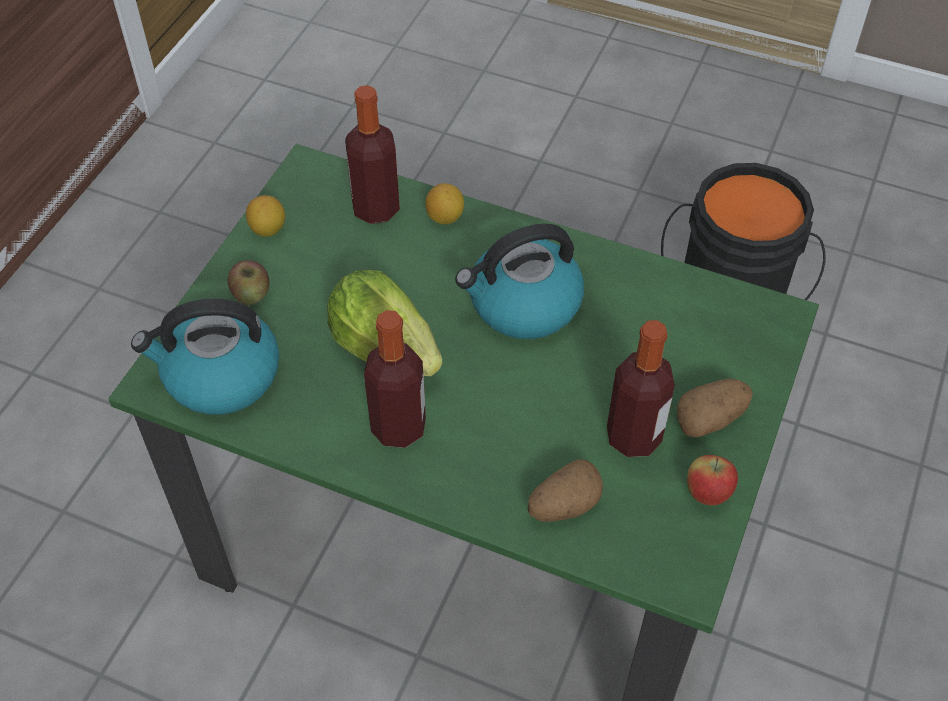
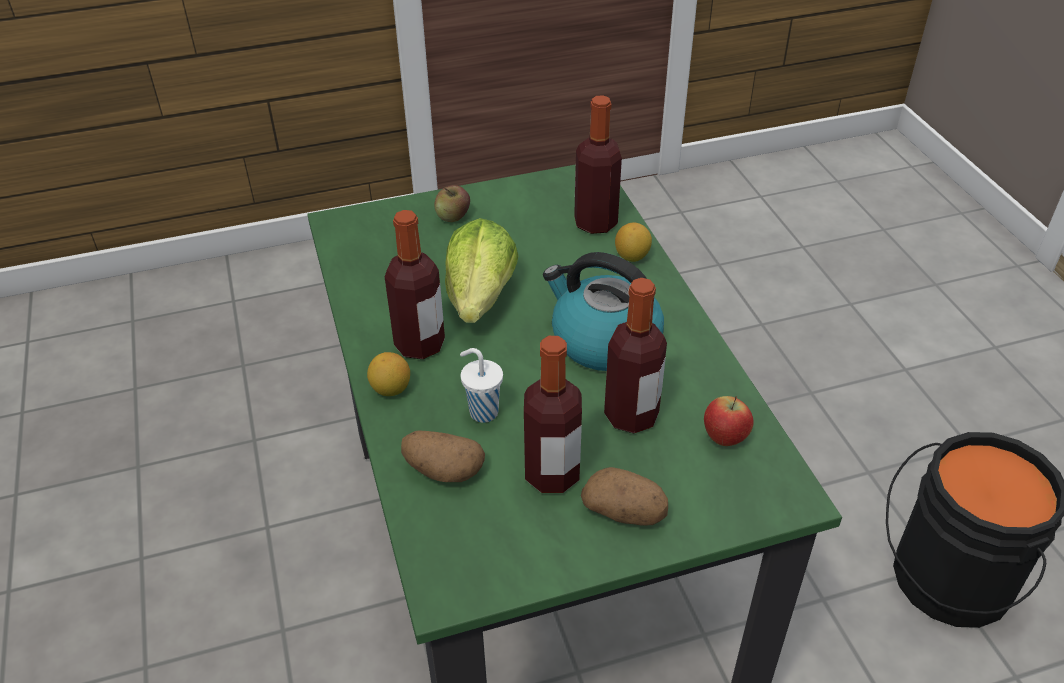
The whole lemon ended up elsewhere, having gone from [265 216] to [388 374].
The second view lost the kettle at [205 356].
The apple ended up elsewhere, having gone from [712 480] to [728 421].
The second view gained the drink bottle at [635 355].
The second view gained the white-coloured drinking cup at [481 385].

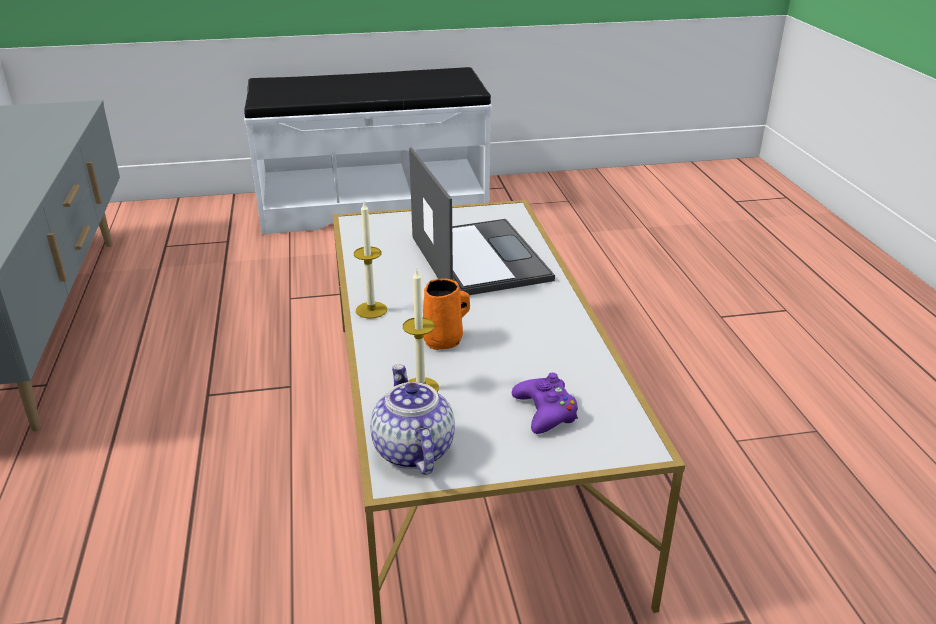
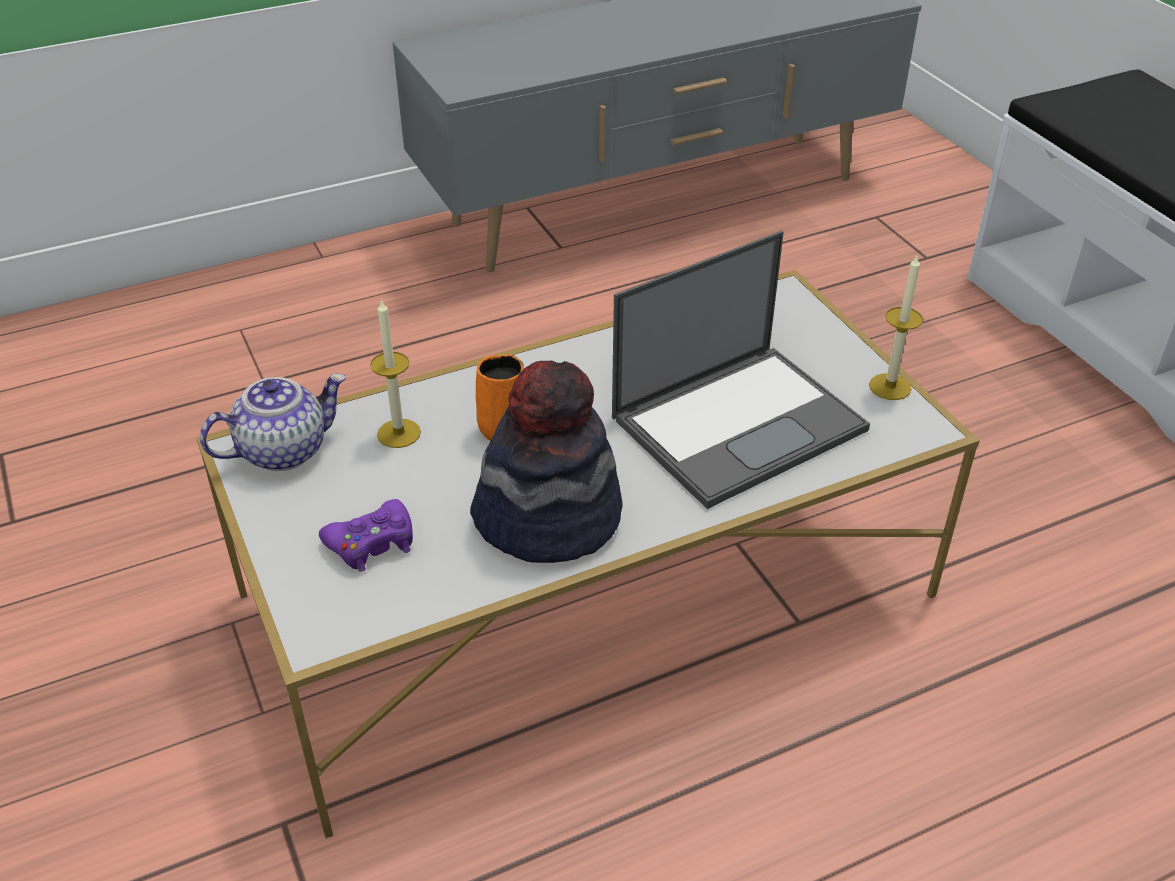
The candle ended up elsewhere, having gone from [370 260] to [896 328].
The second view gained the hat at [546 462].

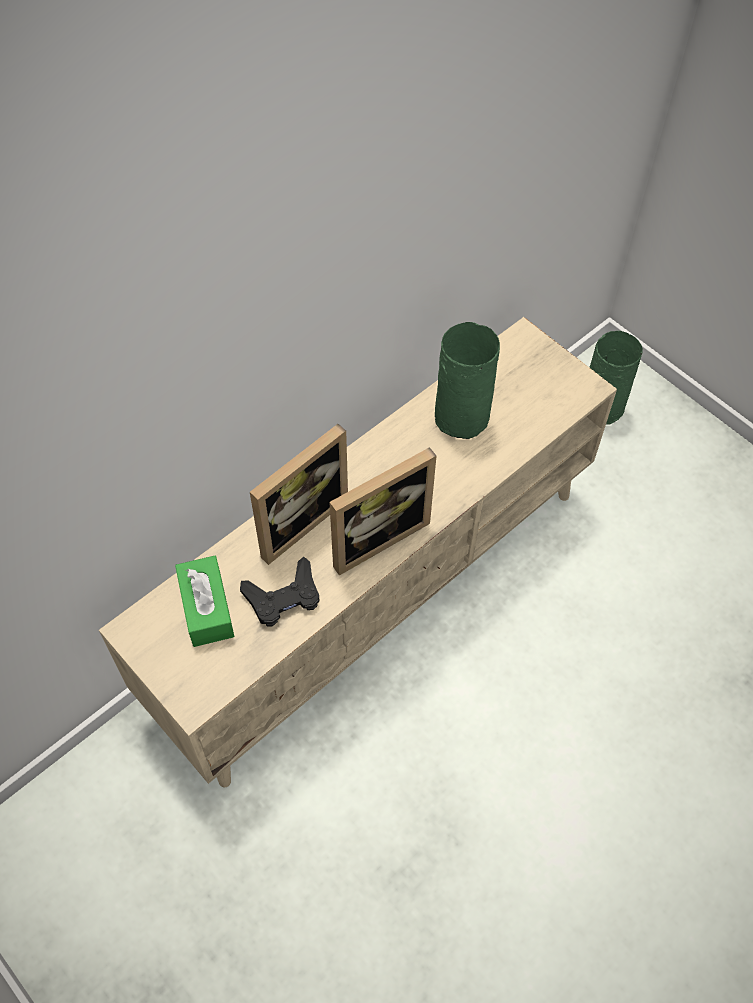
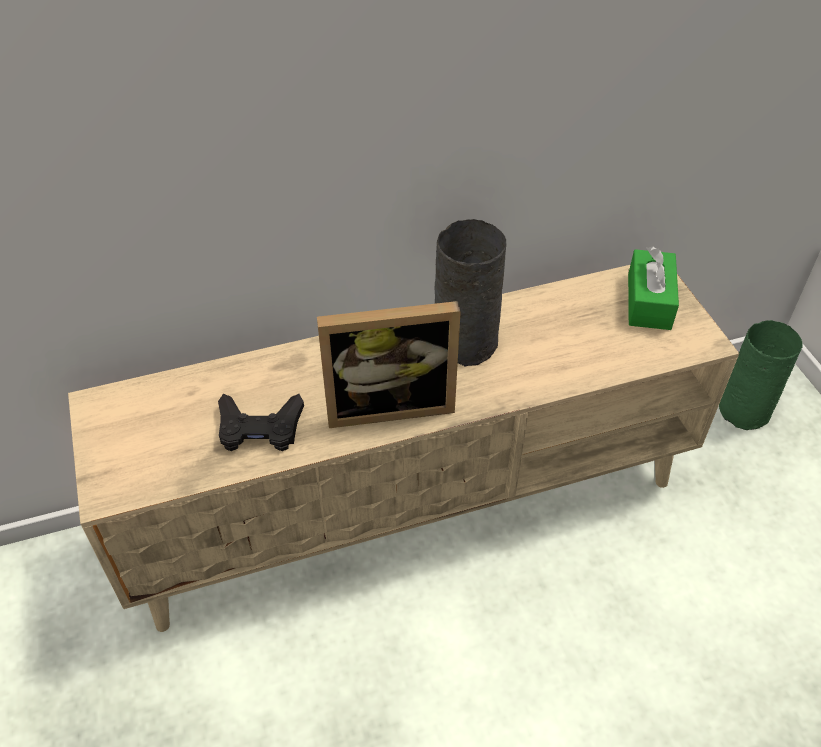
The second view lost the greenish flower vase at [467 380].
The second view lost the standing frame at [299 494].
The greenish box of tissues ended up elsewhere, having gone from [204 601] to [653 288].
The second view gained the gray flower vase at [471 292].

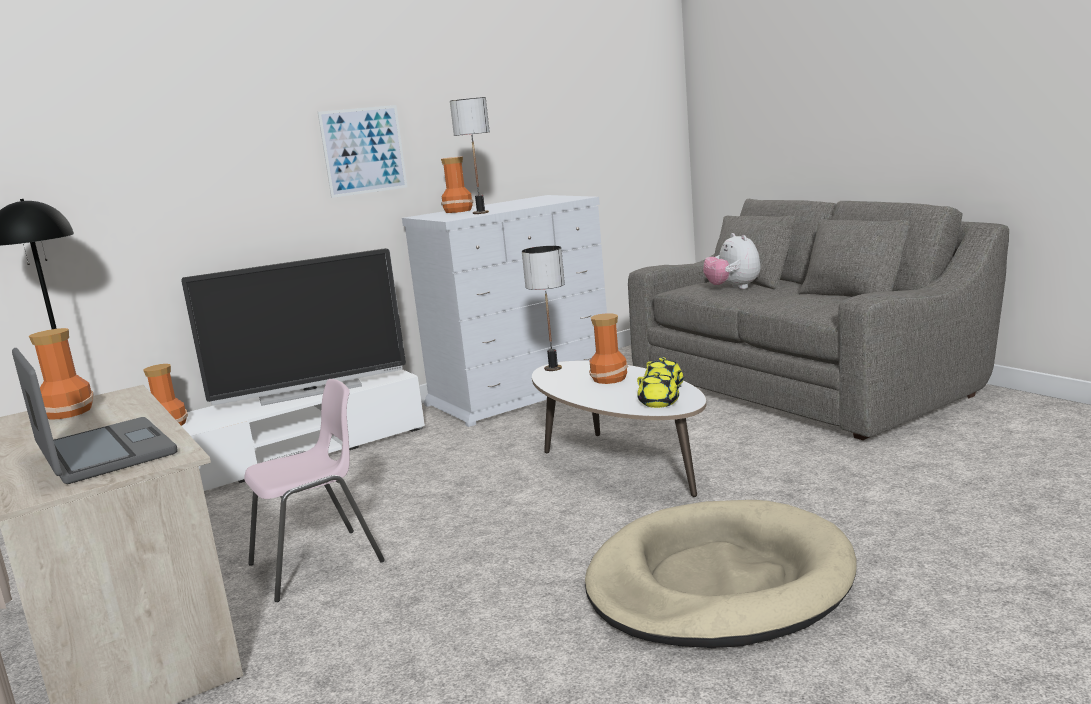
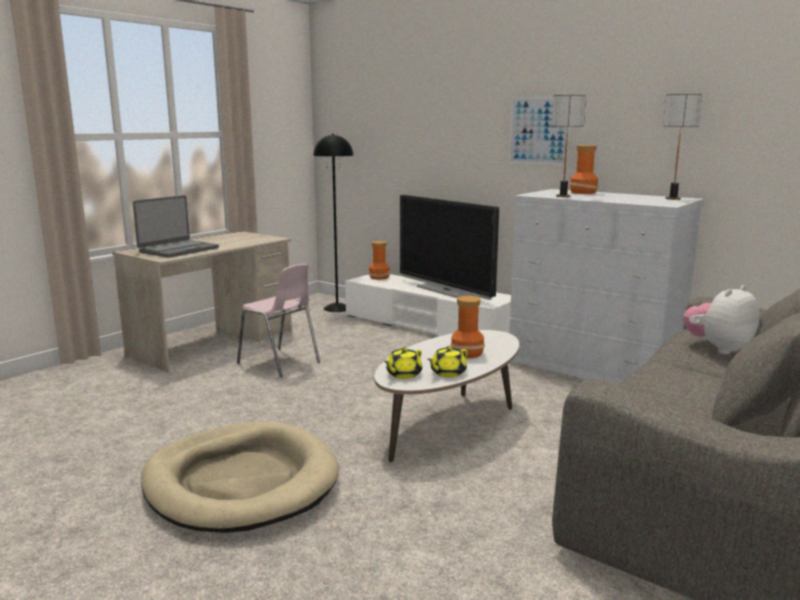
The table lamp ended up elsewhere, having gone from [543 308] to [682 147].
The second view lost the flower vase at [61 374].

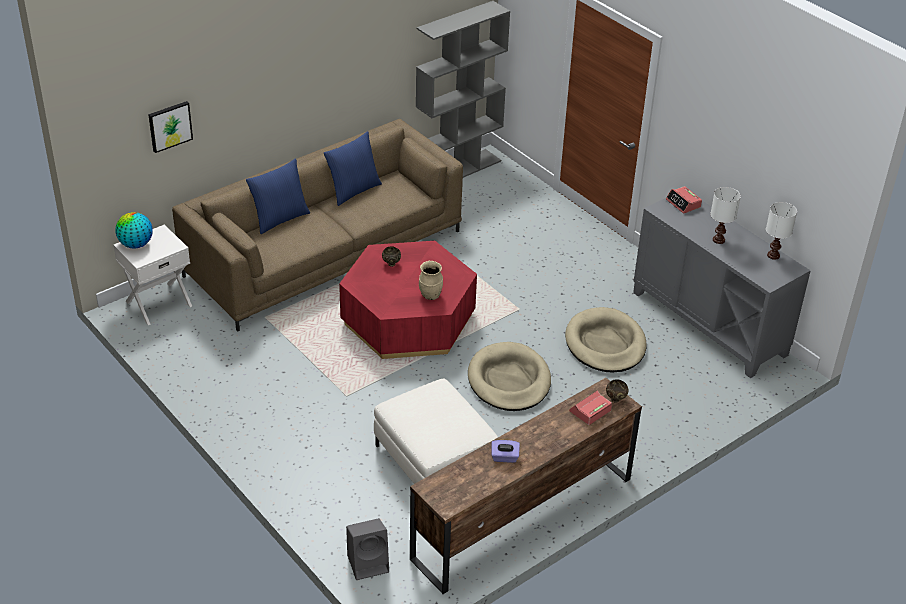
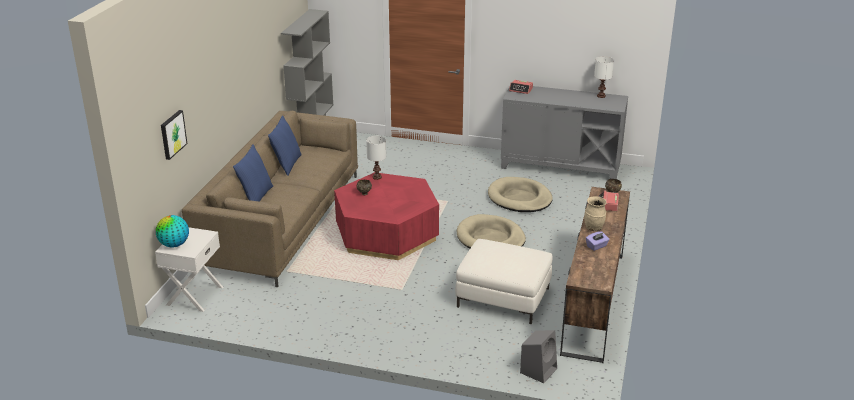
The white-coloured table lamp ended up elsewhere, having gone from [725 215] to [376 158].
The beige flower vase ended up elsewhere, having gone from [431 280] to [595 213].

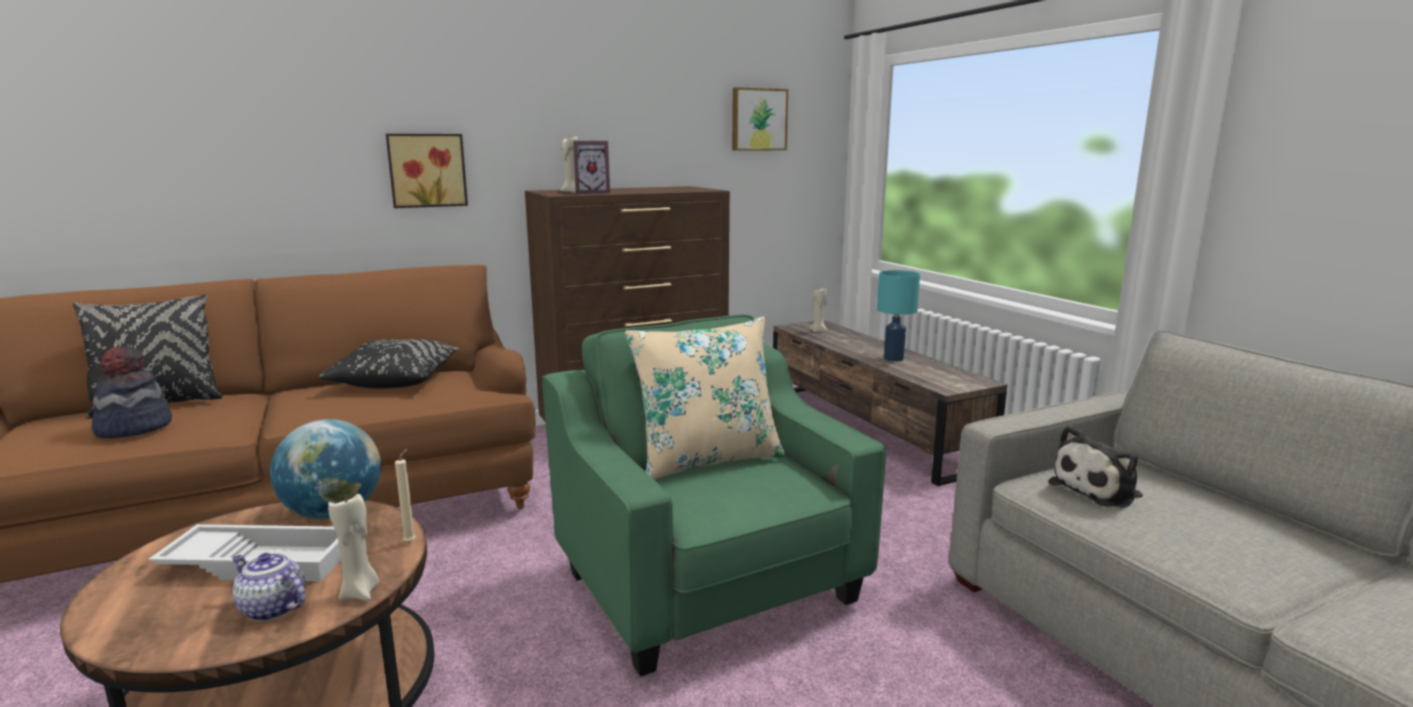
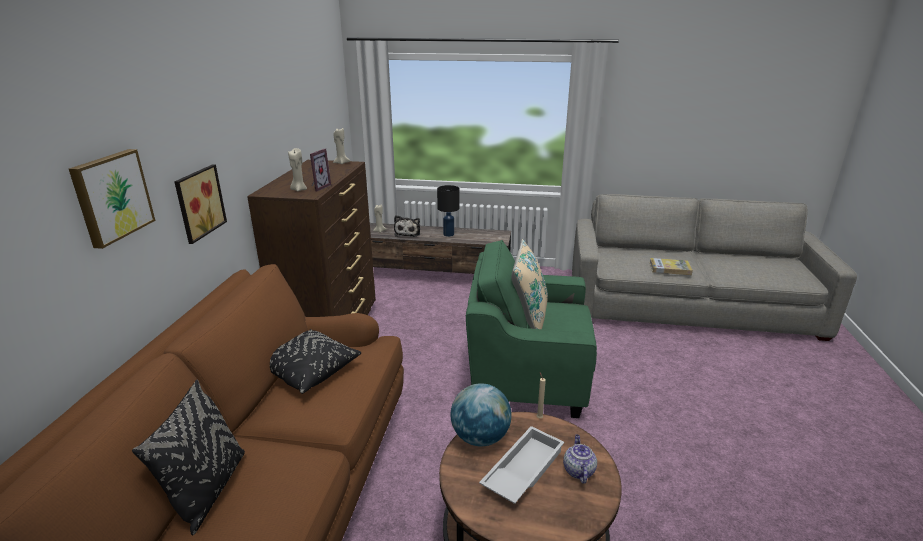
The wall picture ended up elsewhere, having gone from [760 119] to [112 199].
What was the blue-green table lamp at [898 316] turned into the blackish table lamp at [448 211].
The second view lost the hat at [132 392].
The plush toy ended up elsewhere, having gone from [1095 466] to [407 226].
The beige candle ended up elsewhere, having gone from [354 547] to [341 146].
The pot for tea at [268 587] ended up facing another way, 120 degrees clockwise from before.
The second view gained the bound book at [671 266].

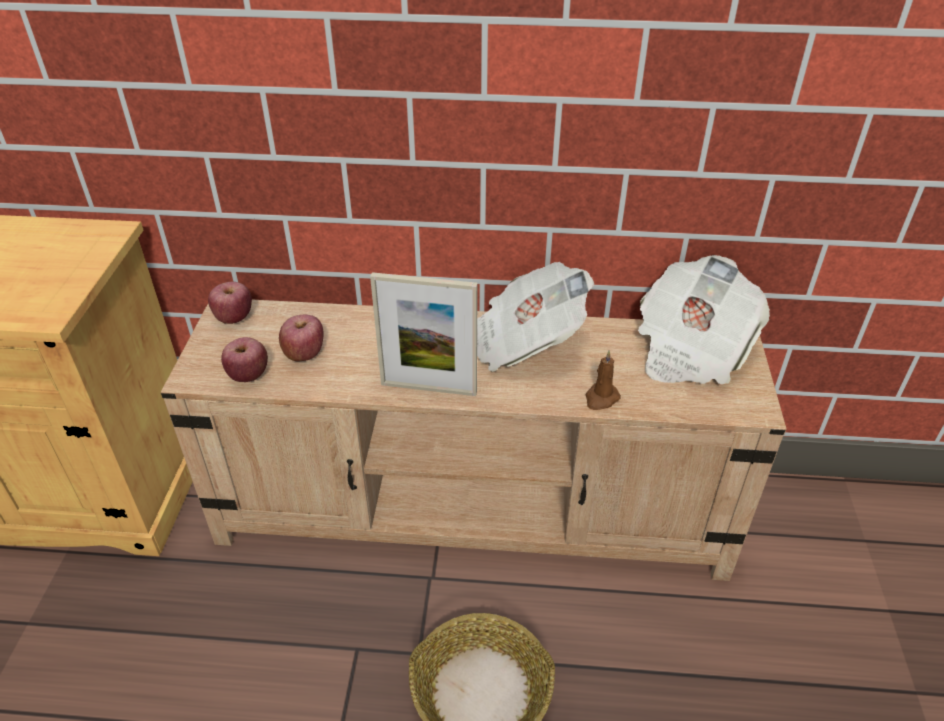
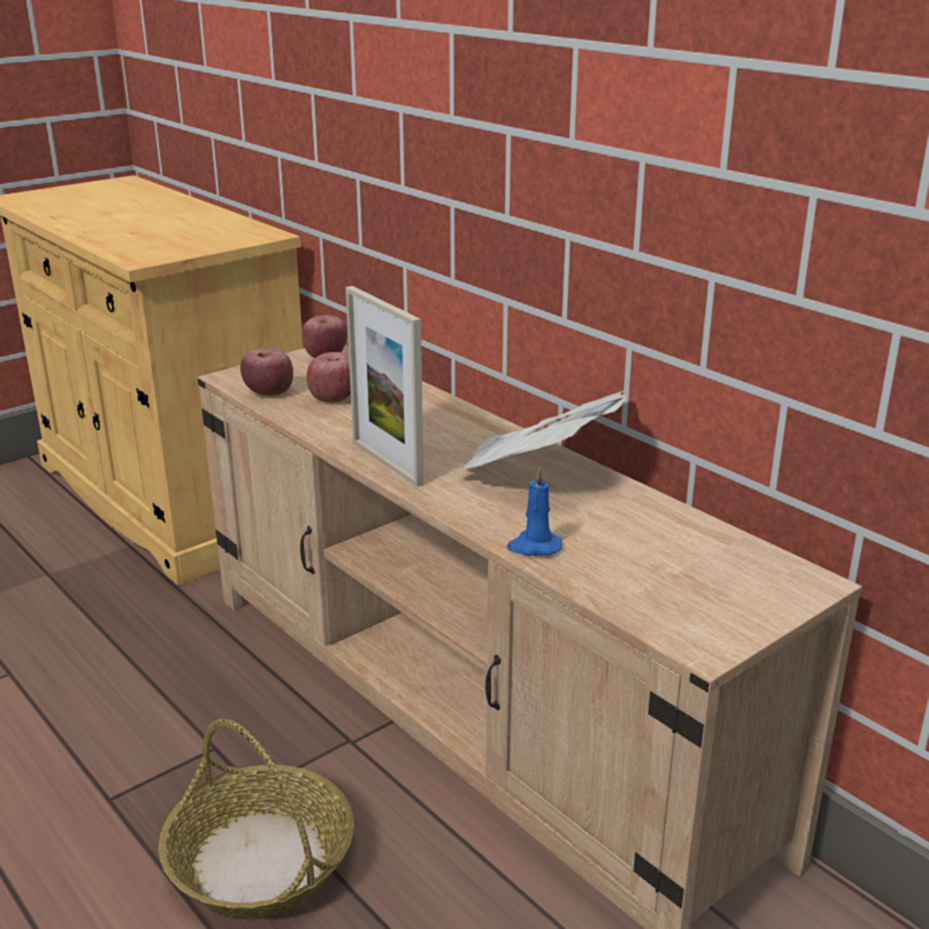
The second view lost the printed paper at [704 320].
What was the brown-coloured candle at [603 380] turned into the blue-coloured candle at [534 511].

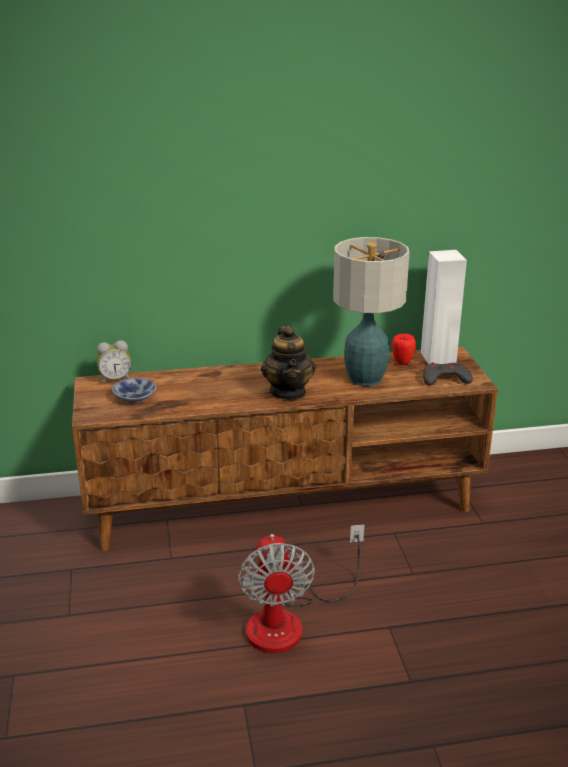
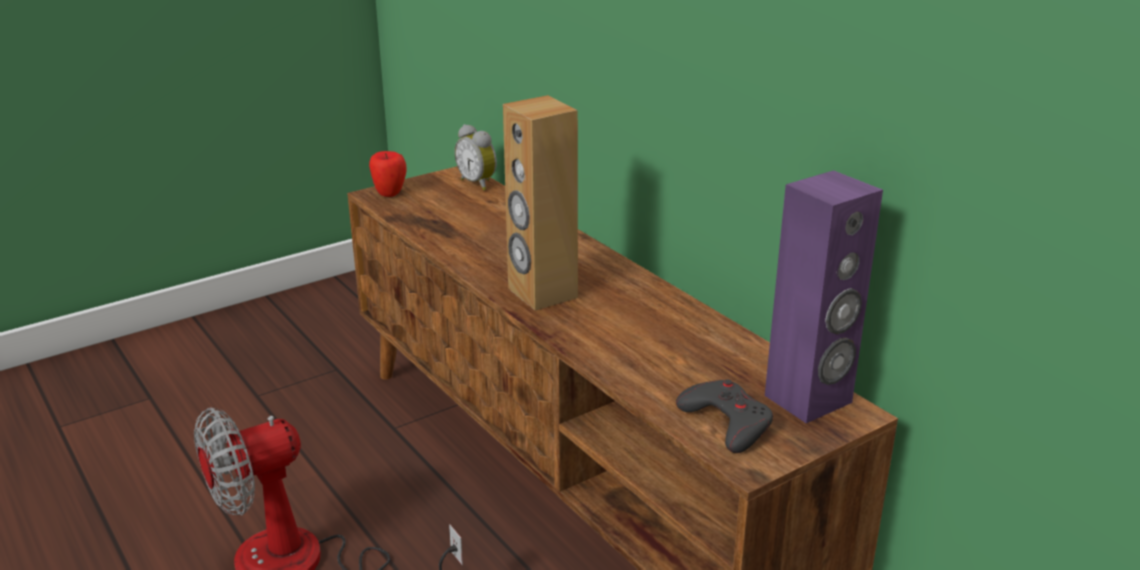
The second view lost the table lamp at [371 311].
What was the white-coloured audio speaker at [444 307] turned into the purple-coloured audio speaker at [824 296].
Where the pot for tea stood at [288 363], the brown-coloured audio speaker came to stand at [540 203].
The apple ended up elsewhere, having gone from [404 349] to [388 174].
The second view lost the bowl at [134 390].

